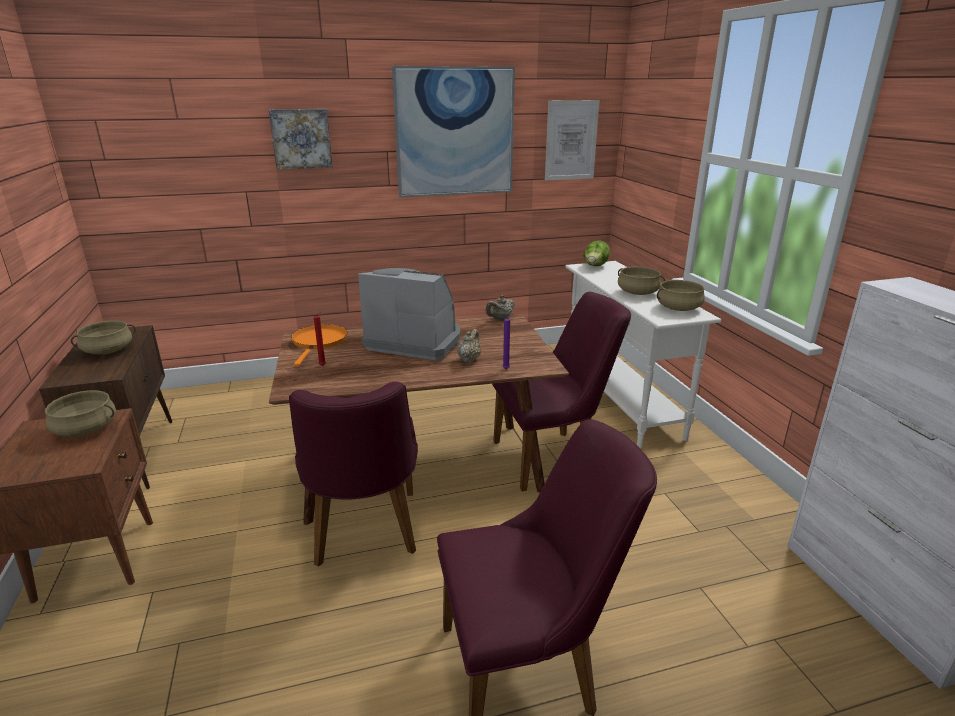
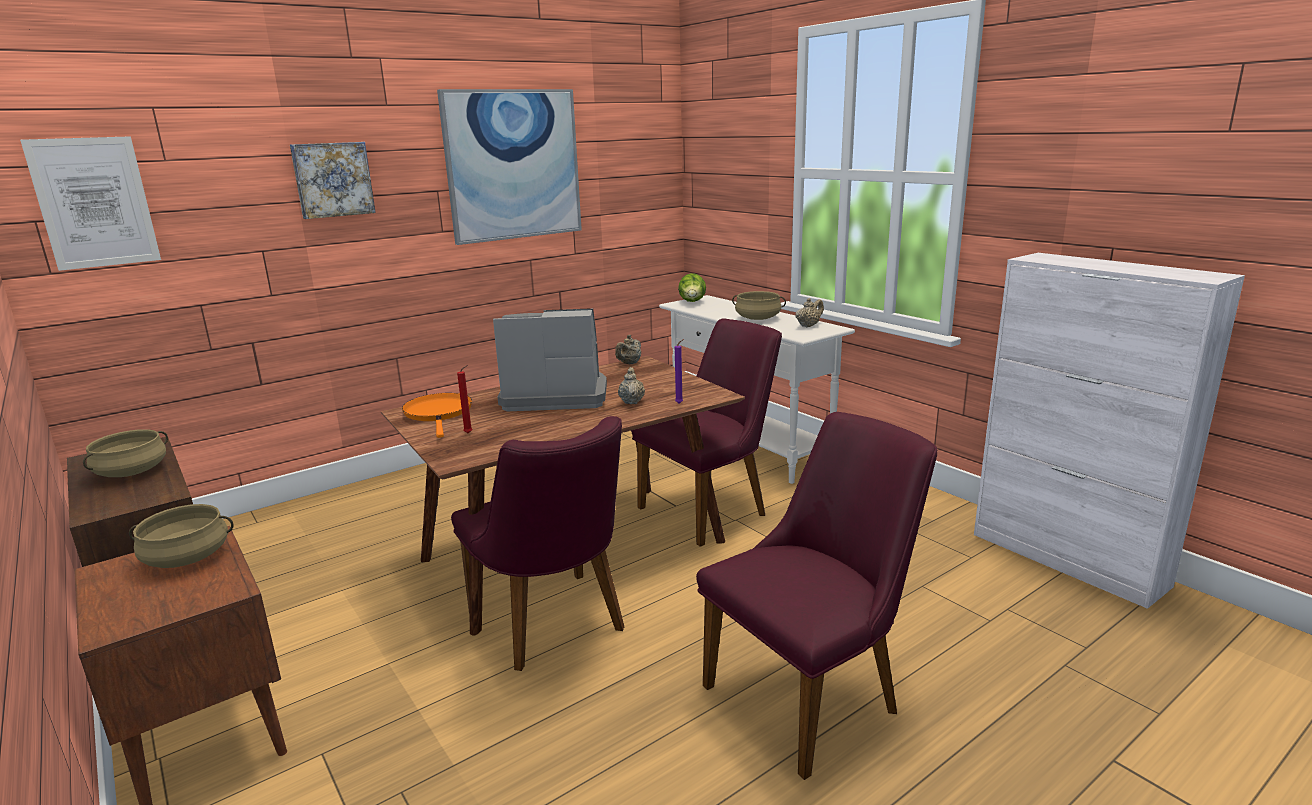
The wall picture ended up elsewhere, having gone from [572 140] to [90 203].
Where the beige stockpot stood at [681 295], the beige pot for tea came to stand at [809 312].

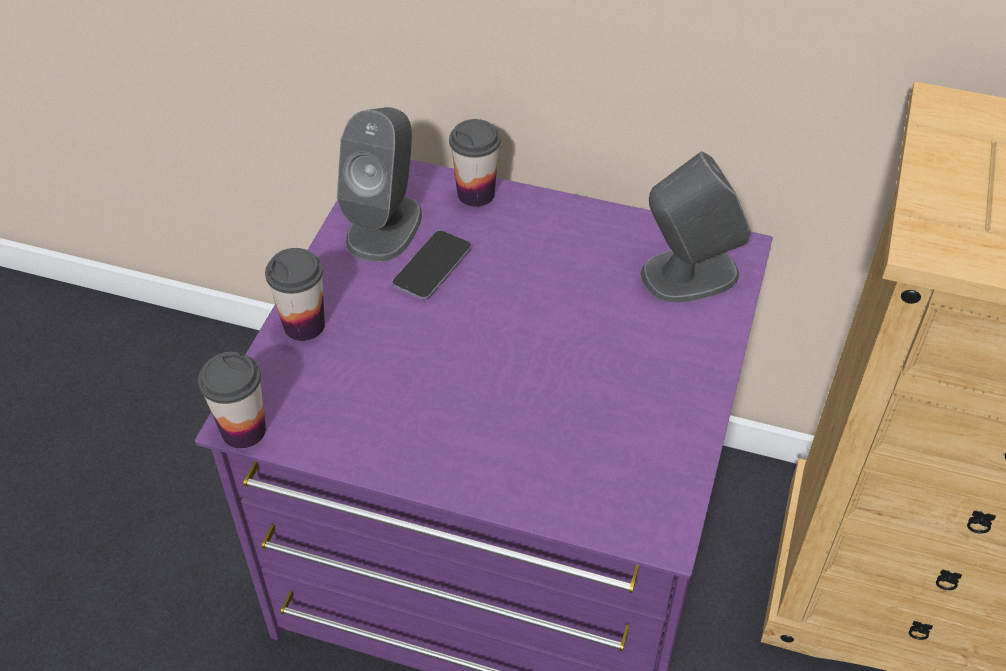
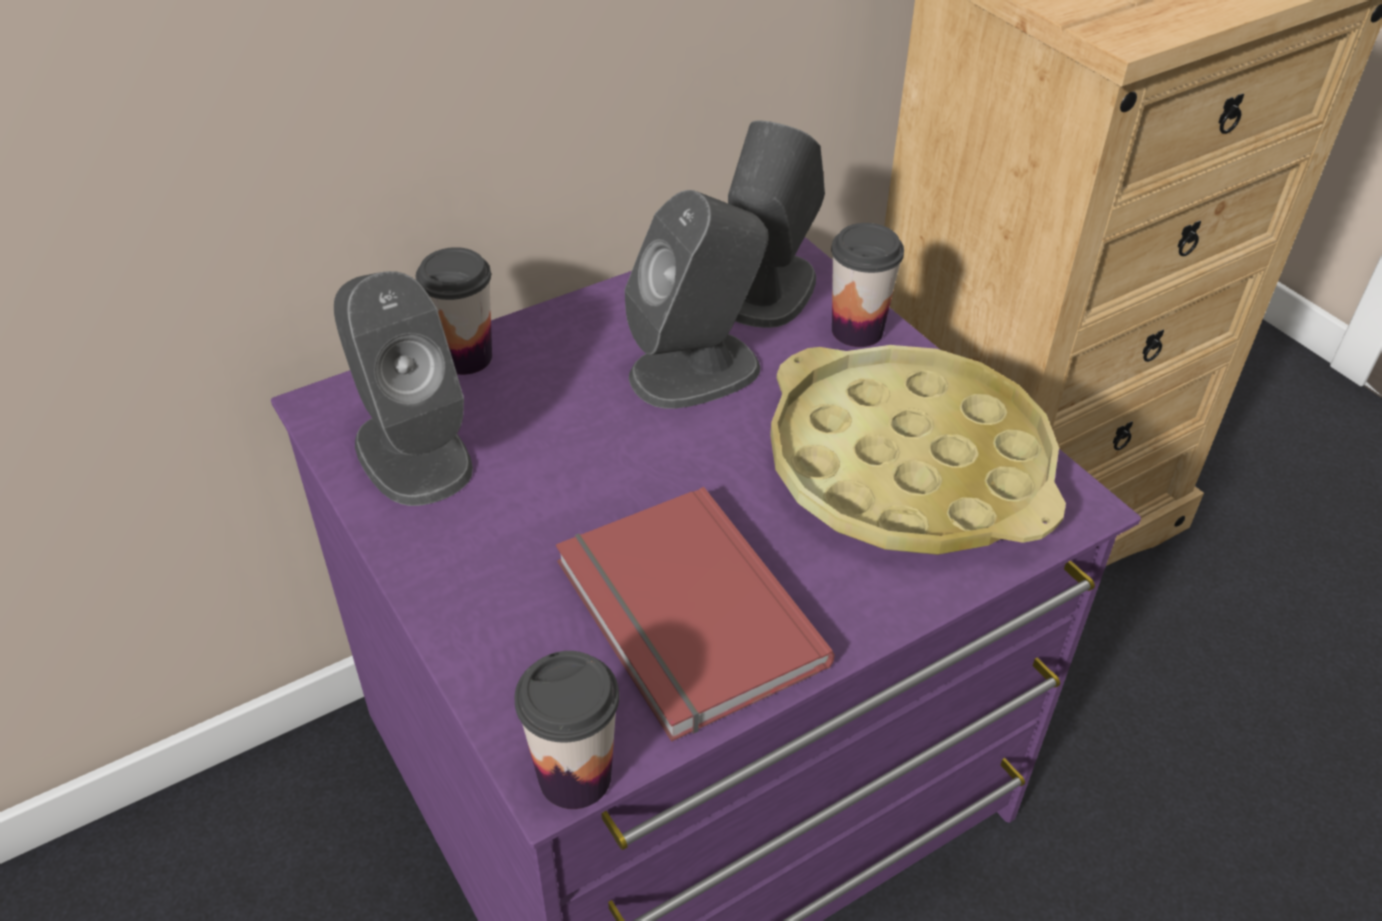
The second view lost the handset at [431 265].
The drinking cup ended up elsewhere, having gone from [295 294] to [867 285].
The second view gained the gray audio speaker at [697 299].
The second view gained the yellowish serving tray at [918 450].
The second view gained the red bound book at [695 614].

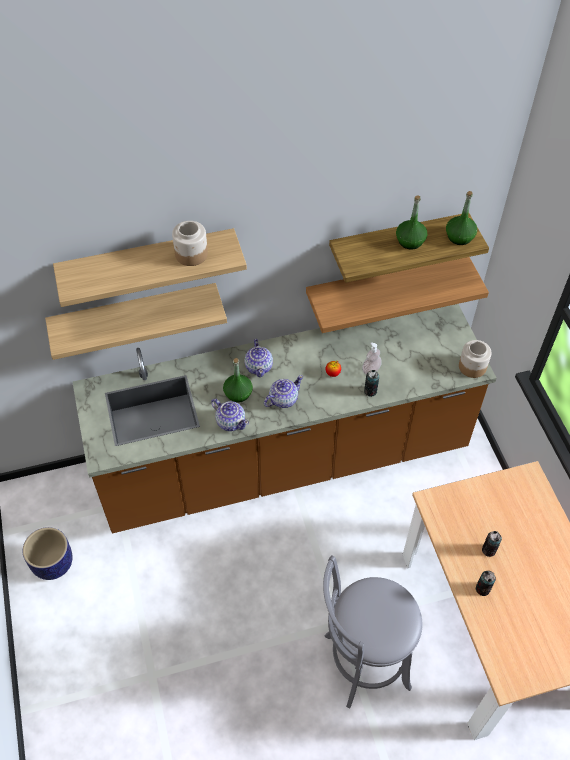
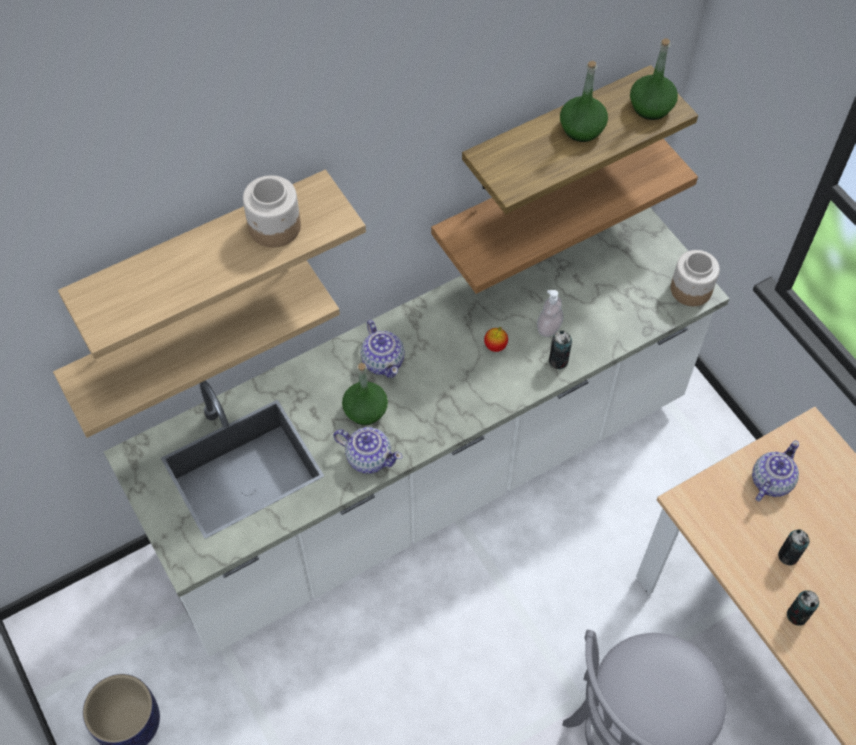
What was the brown-coloured counter at [284 419] turned into the white-coloured counter at [417 432].
The pot for tea ended up elsewhere, having gone from [283 391] to [775 471].

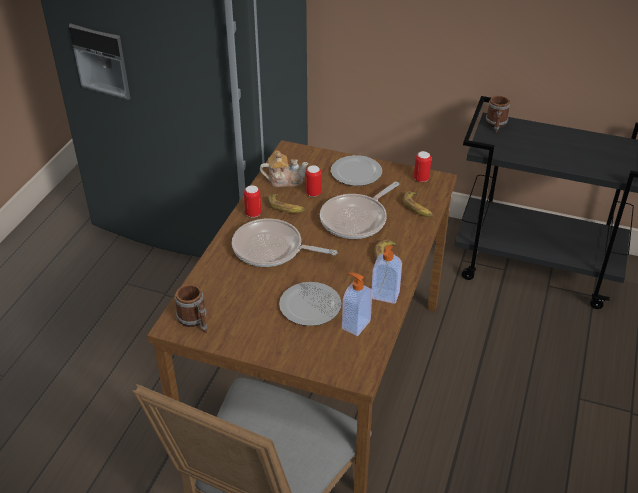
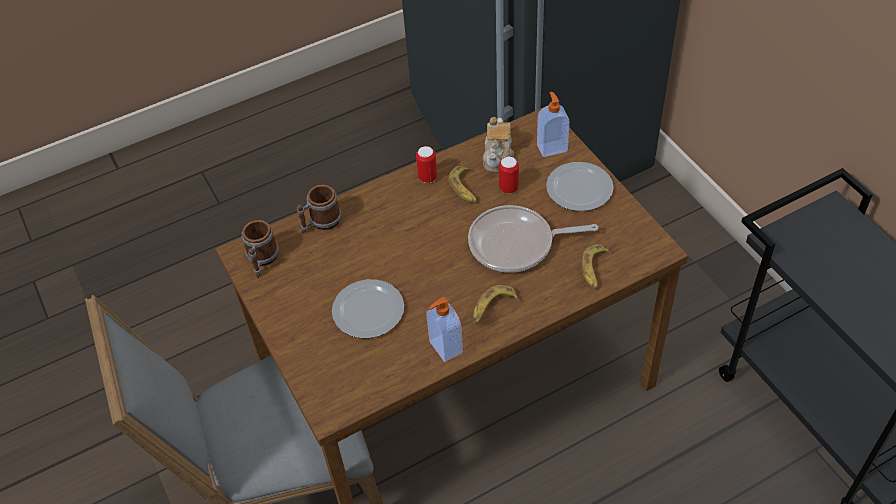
The tea mug ended up elsewhere, having gone from [498 114] to [319 209].
The pot for tea at [284 169] ended up facing another way, 60 degrees clockwise from before.
The second view lost the metal can at [422 166].
The second view lost the pan at [285 242].
The liquid soap bottle ended up elsewhere, having gone from [357 304] to [553 124].

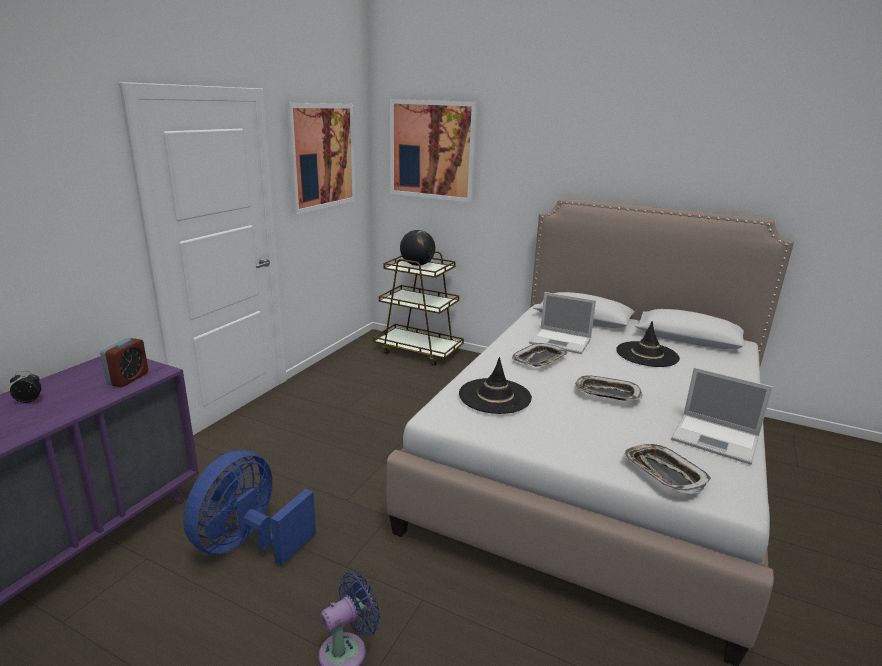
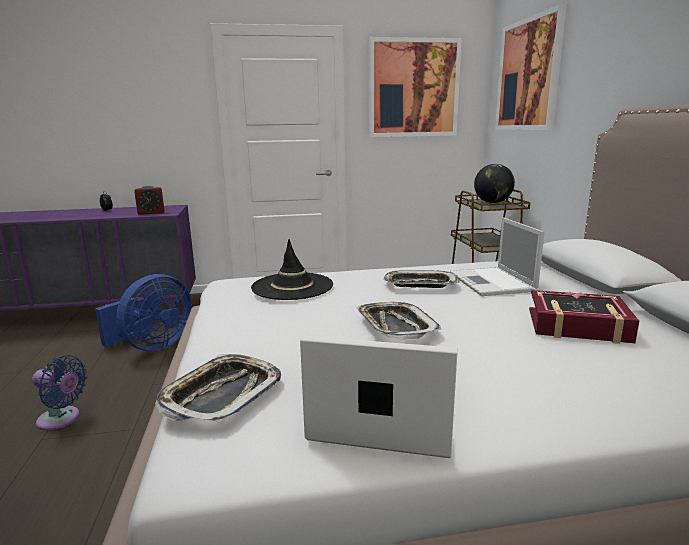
Where the blackish hat stood at [648 344], the bound book came to stand at [584 317].
The laptop at [722 416] ended up facing another way, 105 degrees clockwise from before.
The blue-coloured electric fan at [249 507] ended up facing another way, 135 degrees clockwise from before.

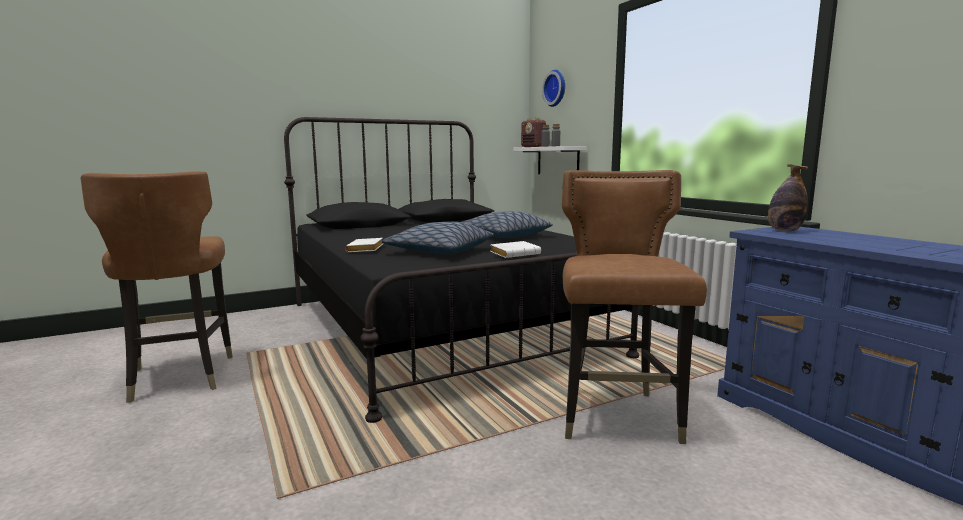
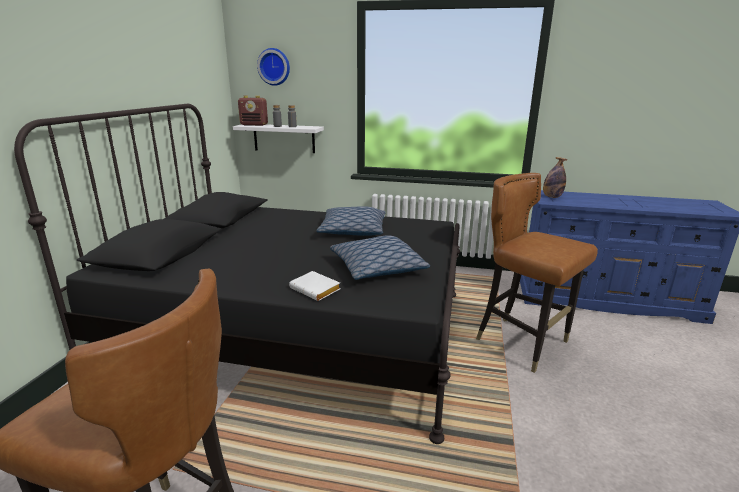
The second view lost the white-coloured bound book at [515 249].

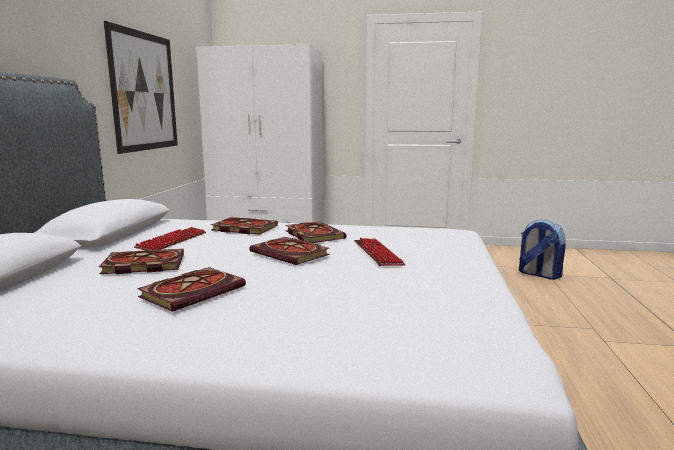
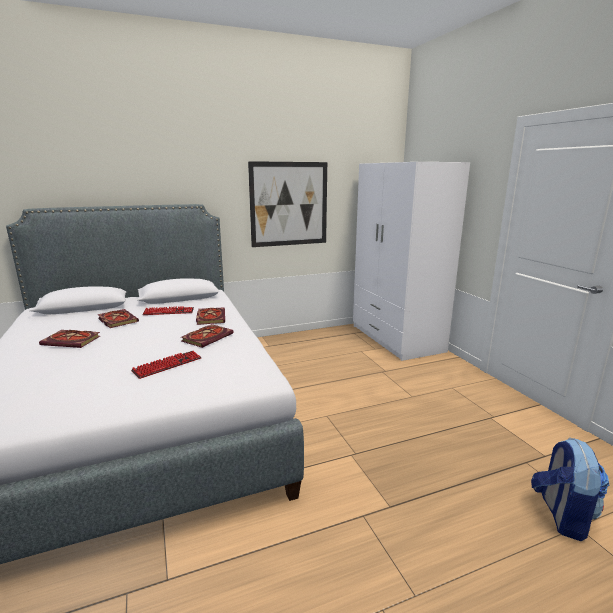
The second view lost the bound book at [290 251].

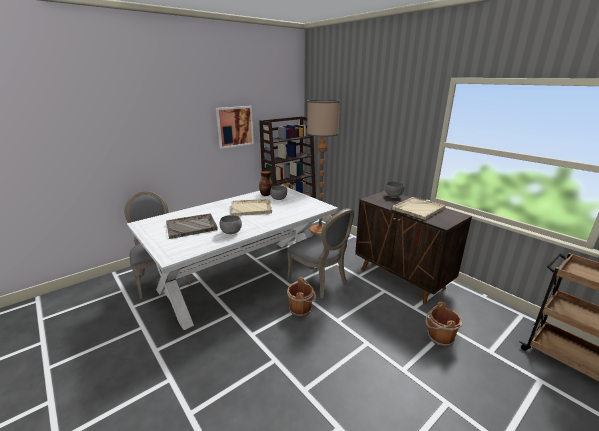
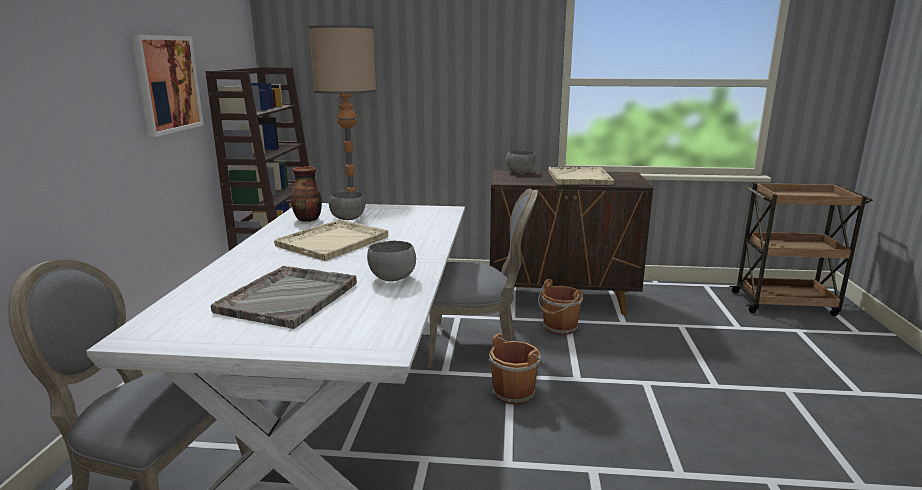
The brown-coloured pail ended up elsewhere, having gone from [443 324] to [560 307].

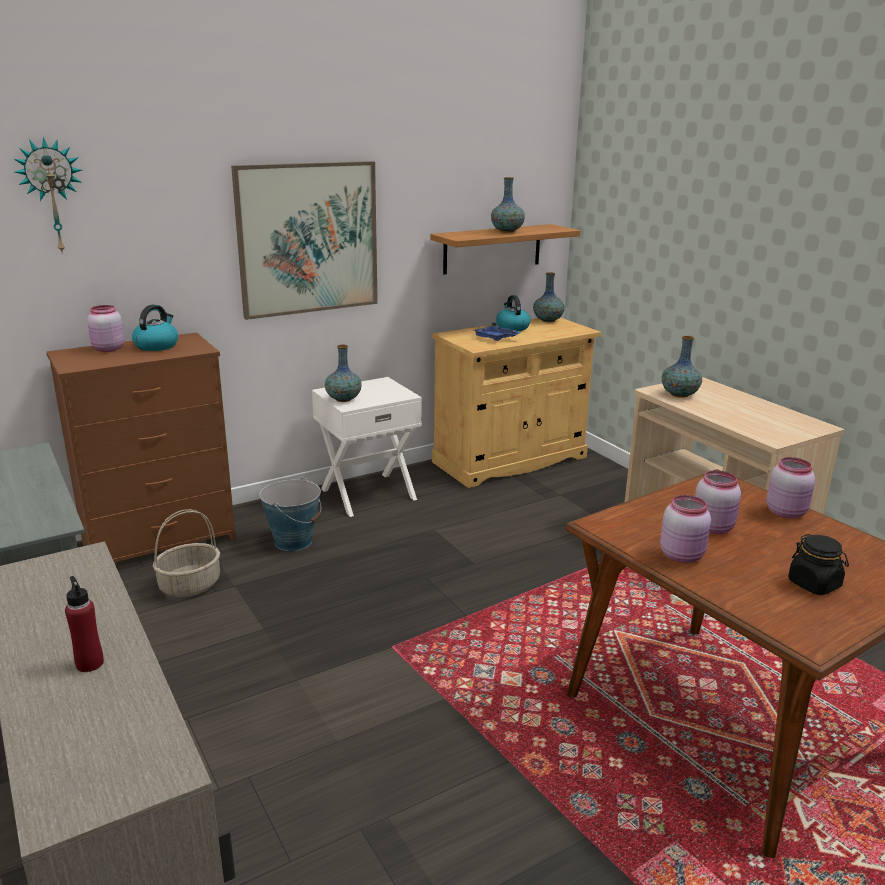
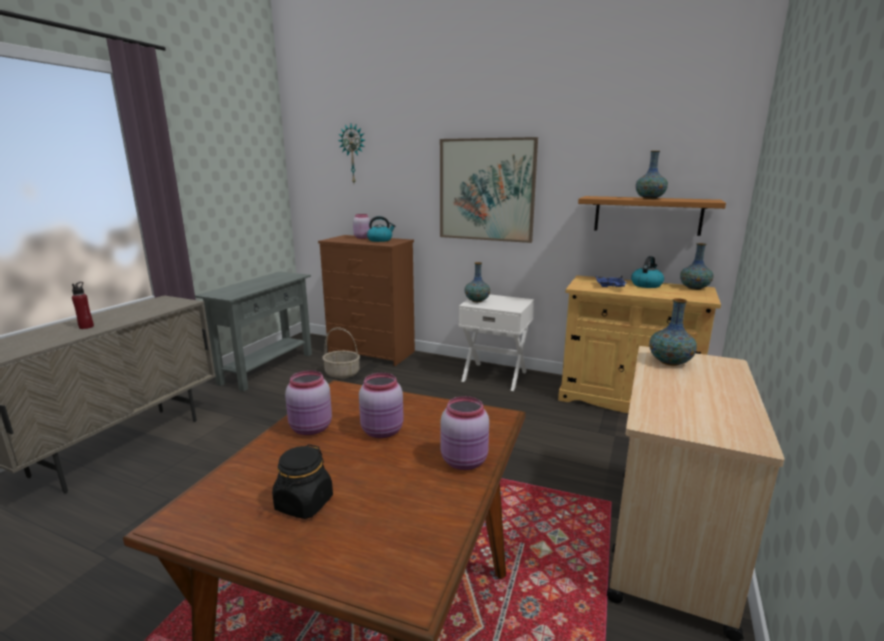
The second view lost the pail at [291 514].

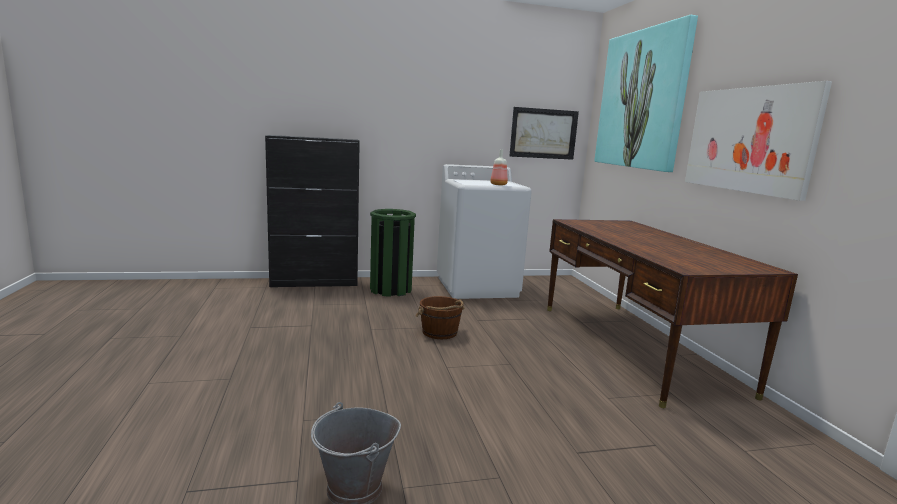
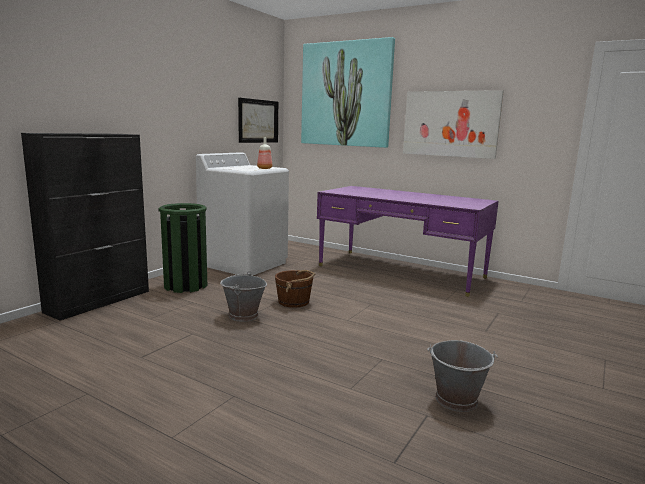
What was the brown-coloured desk table at [672 313] turned into the purple-coloured desk table at [408 241].
The second view gained the gray pail at [243 296].

